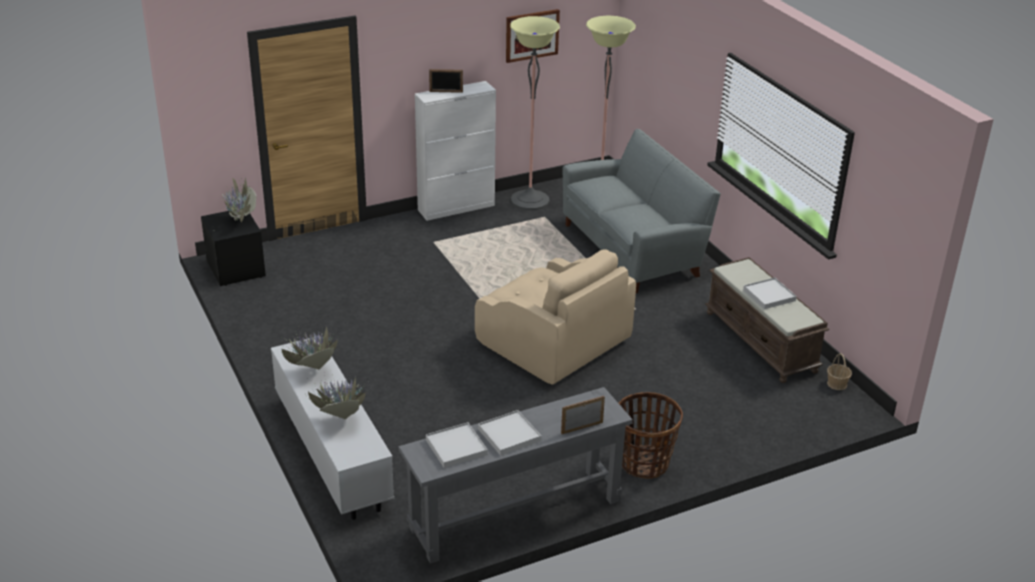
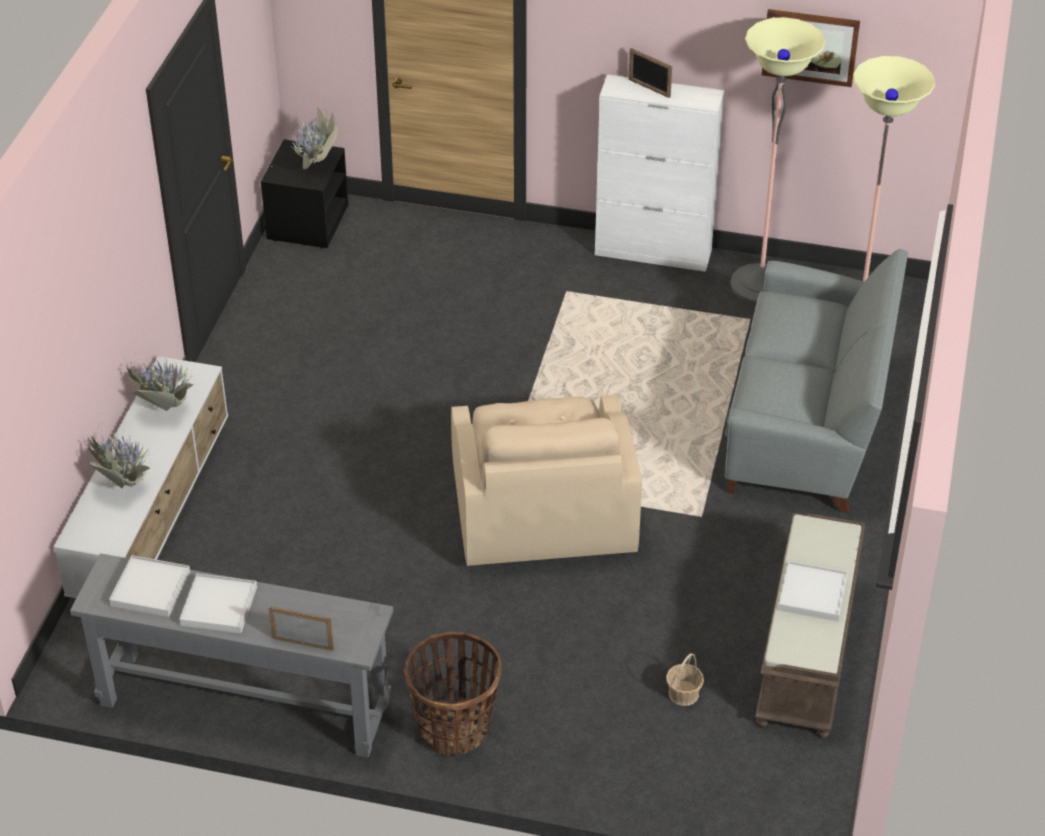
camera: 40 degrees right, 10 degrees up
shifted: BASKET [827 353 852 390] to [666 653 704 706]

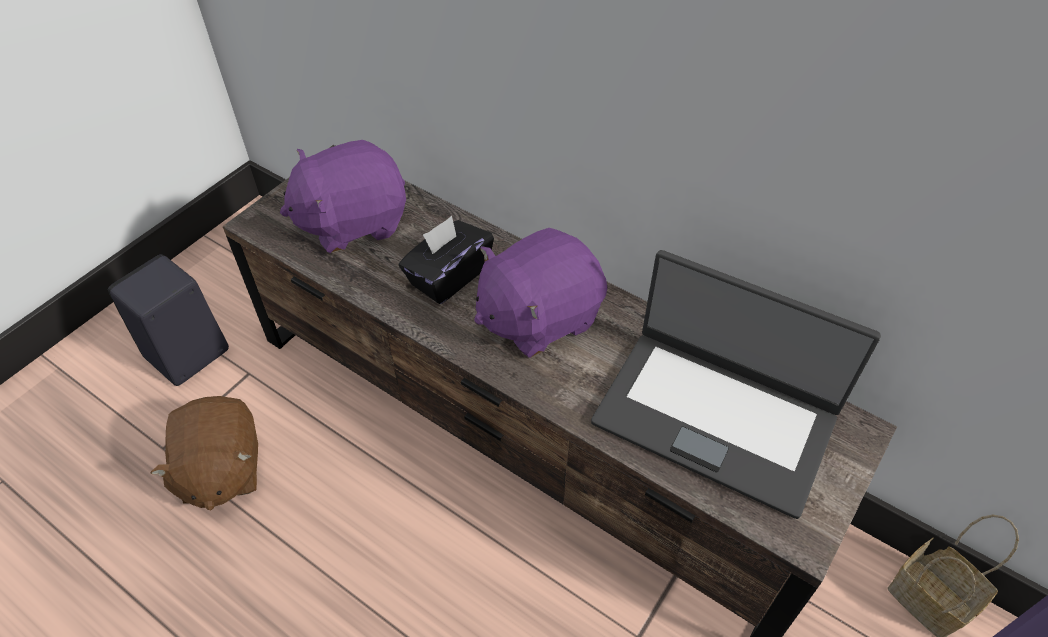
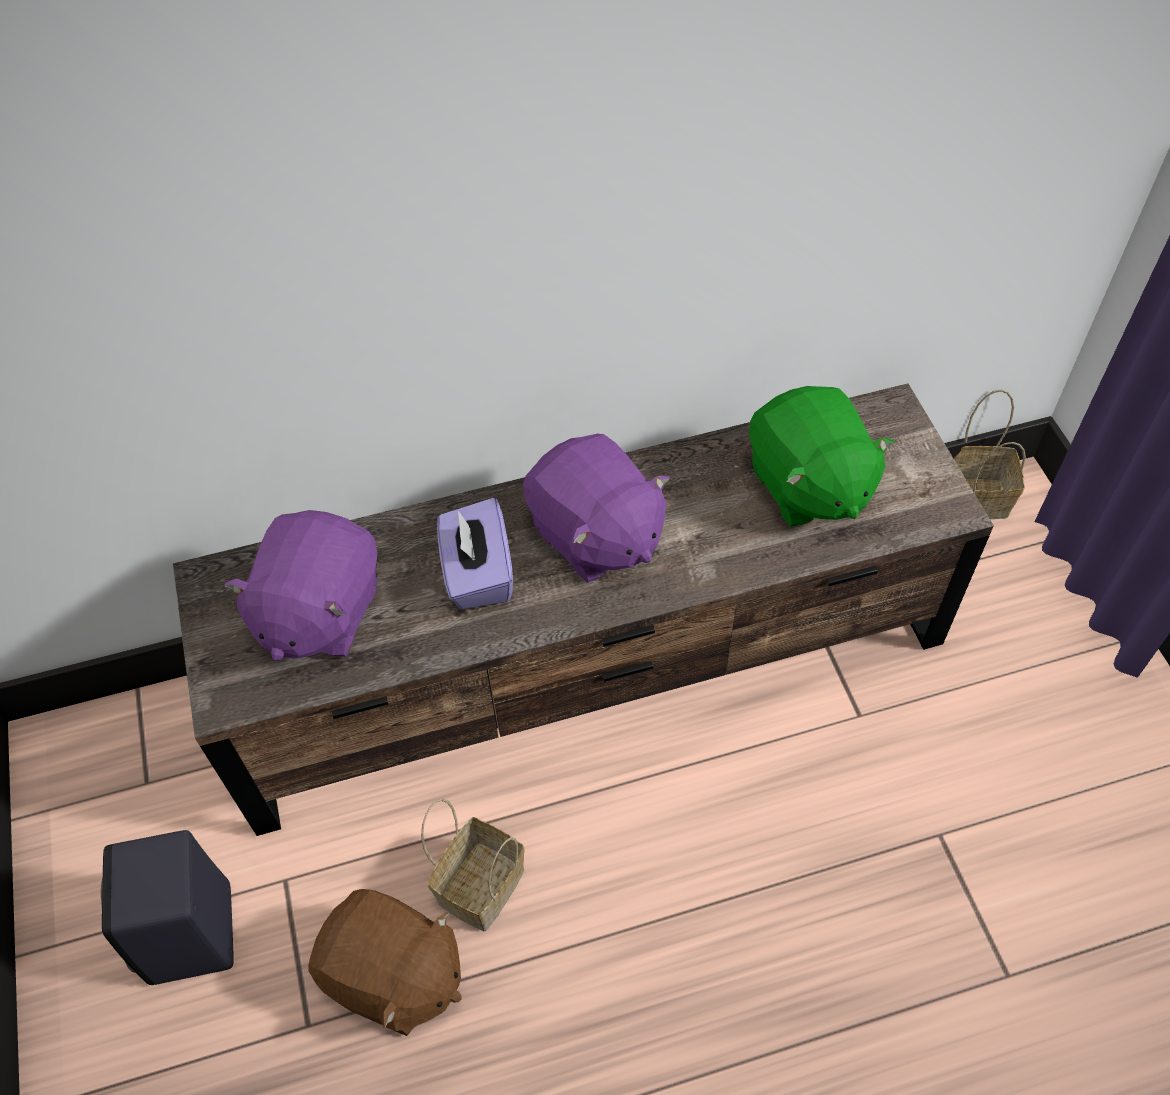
camera: 50 degrees left, 5 degrees up
new: BASKET [421 798 525 931]
swapped: LAPTOP [591 250 881 519] to GREEN PLUSH TOY [749 386 895 526]
repainted: BLACK TISSUE BOX [399 216 494 304] to PURPLE TISSUE BOX [437 498 513 609]
rotated: PURPLE PLUSH TOY [474 228 607 358] = [523 434 670 583] 45 degrees counterclockwise

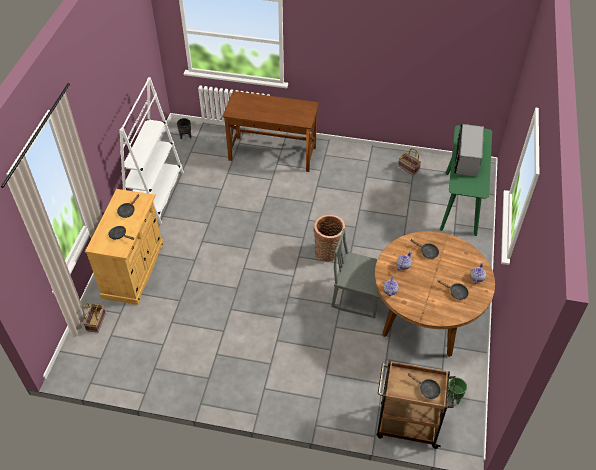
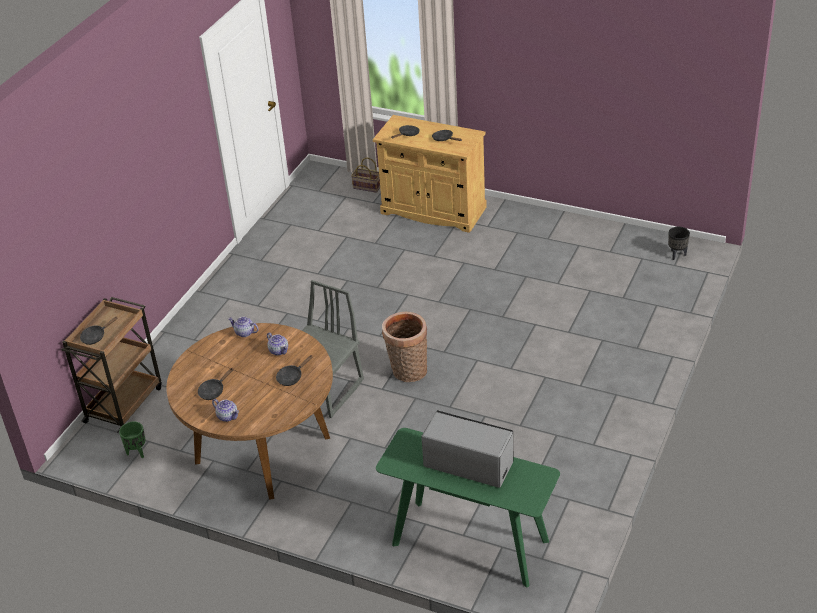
camera: 105 degrees right, 10 degrees down
gone: WHITE BOOKCASE [119 77 184 224]; BROWN DESK [222 91 319 172]; BASKET [398 148 421 175]

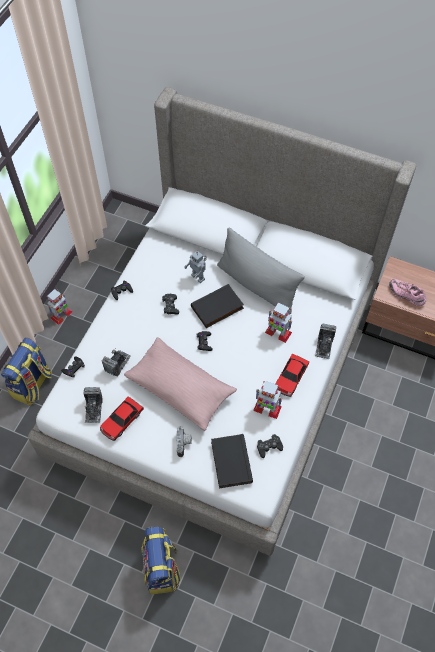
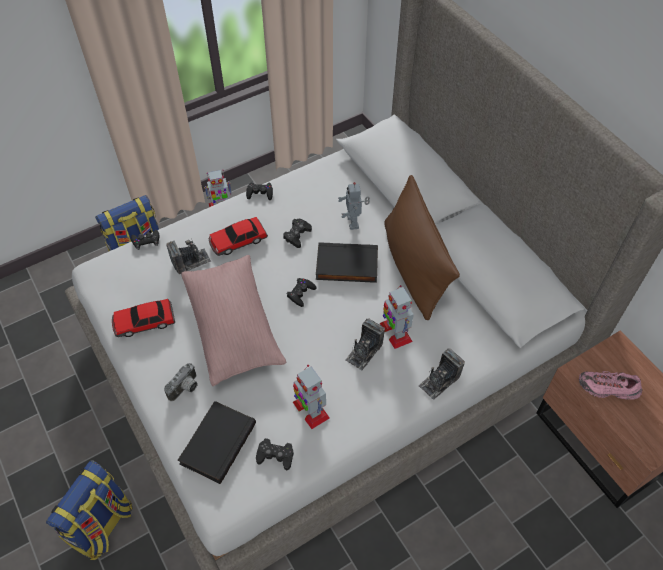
camera: 35 degrees right, 5 degrees down
shifted: TOY CAR [276 354 309 397] to [209 217 268 256]; PHOTO CAMERA [84 387 103 423] to [345 318 385 370]
repainted: GREY PILLOW [217 228 305 314] to BROWN PILLOW [385 175 460 320]
rotated: PINK SHOE [389 279 426 306] = [579 371 642 400] 60 degrees counterclockwise

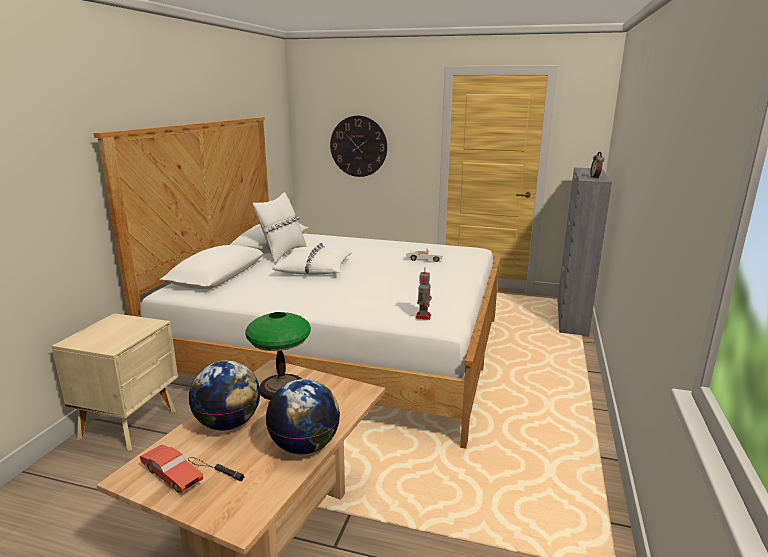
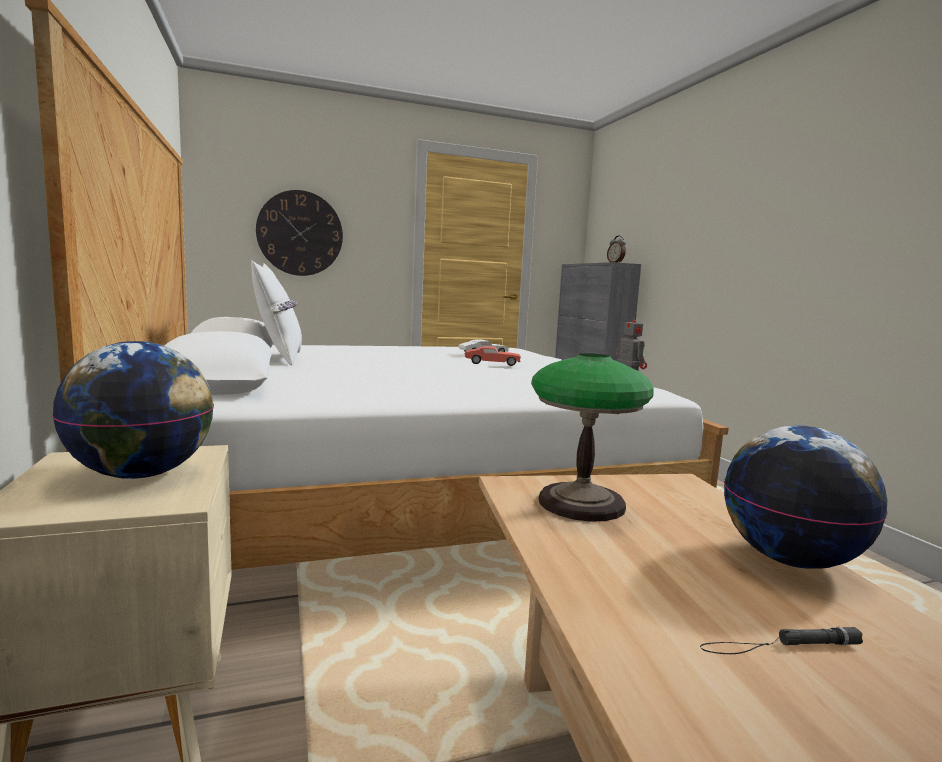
camera: 35 degrees left, 10 degrees down
gone: WHITE PILLOW [272 243 353 275]
shifted: GLOBE [189 361 260 431] to [52 341 214 479]; RED TOY CAR [140 445 203 493] to [464 346 521 366]

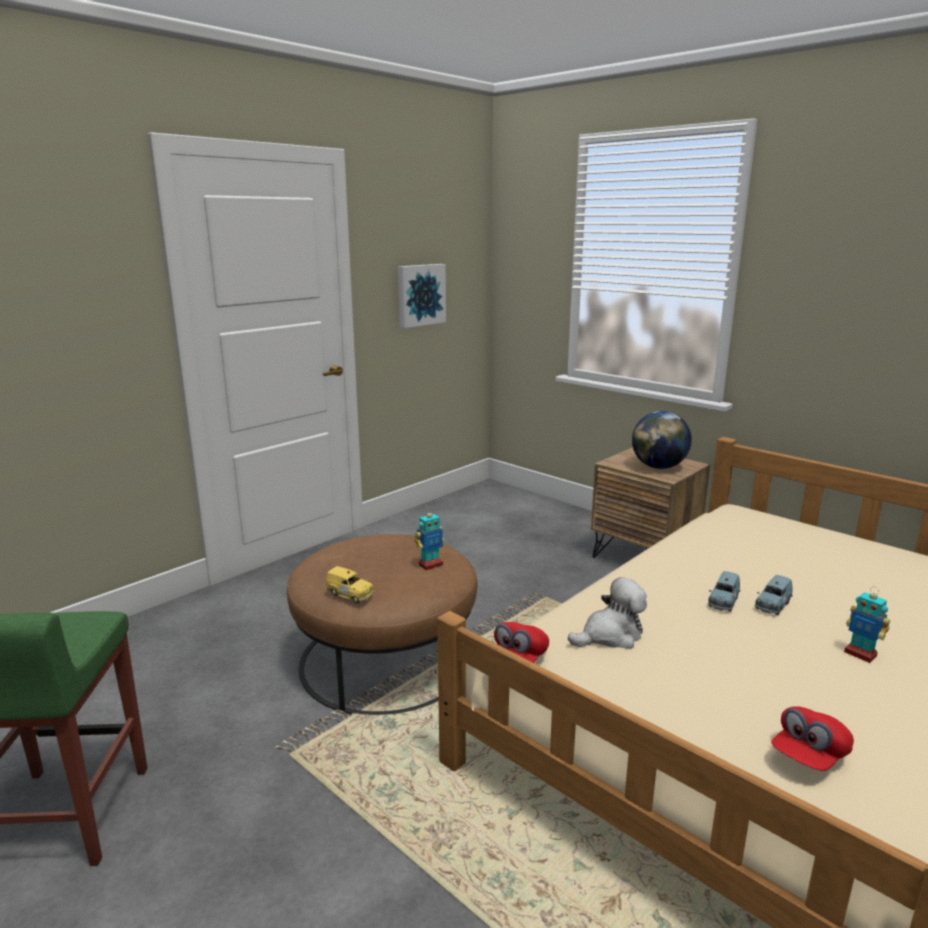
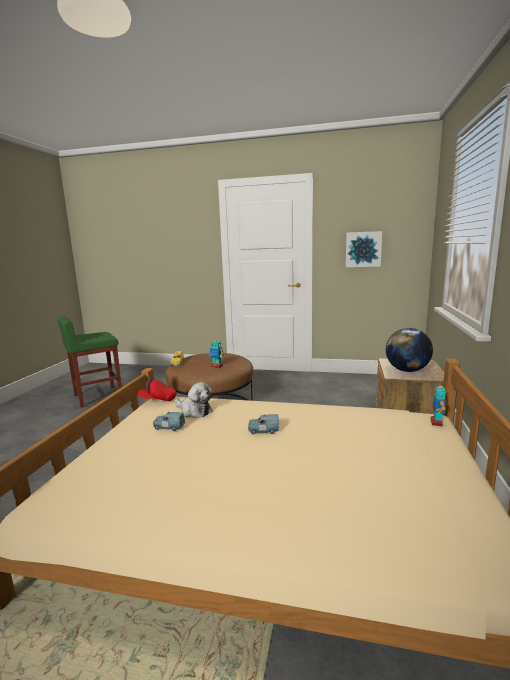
camera: 60 degrees right, 5 degrees down
gone: RED CAP [771 706 854 771]
shifted: BLUE TOY CAR [755 575 793 615] to [153 412 185 431]; TOY ROBOT [844 587 890 663] to [431 382 446 426]

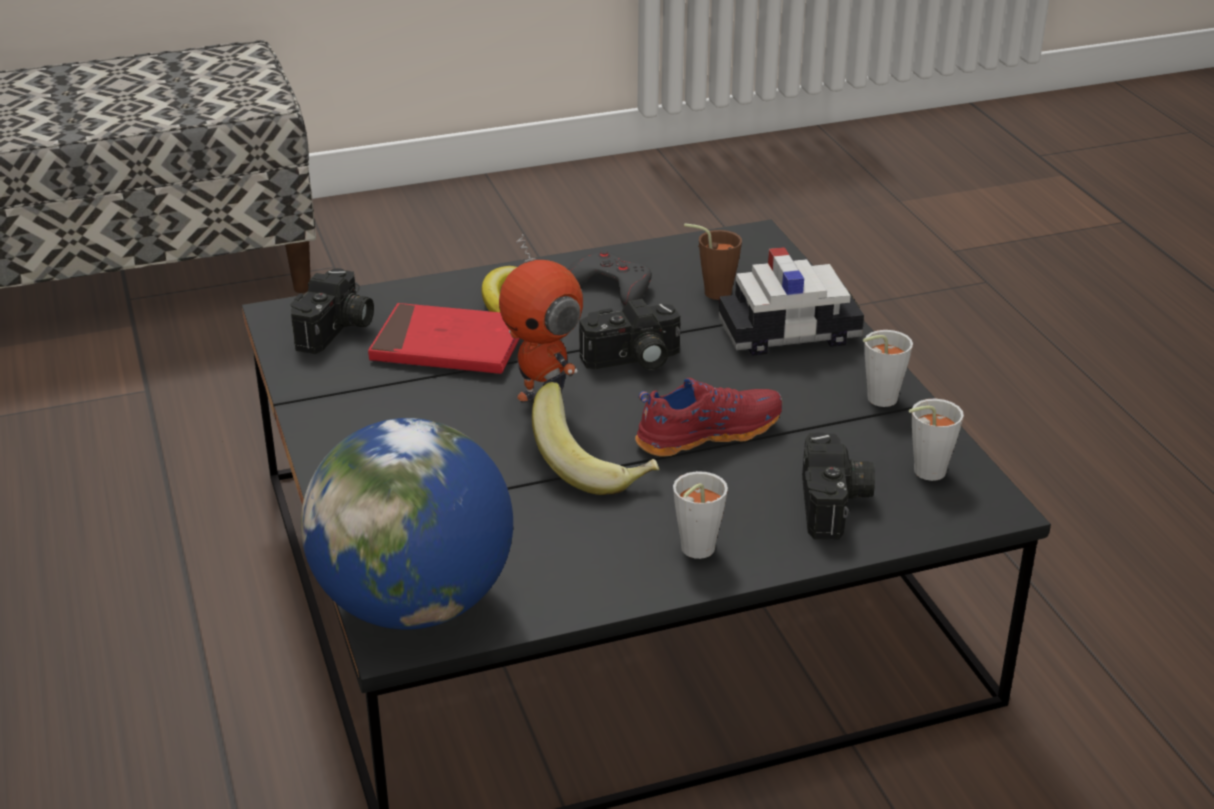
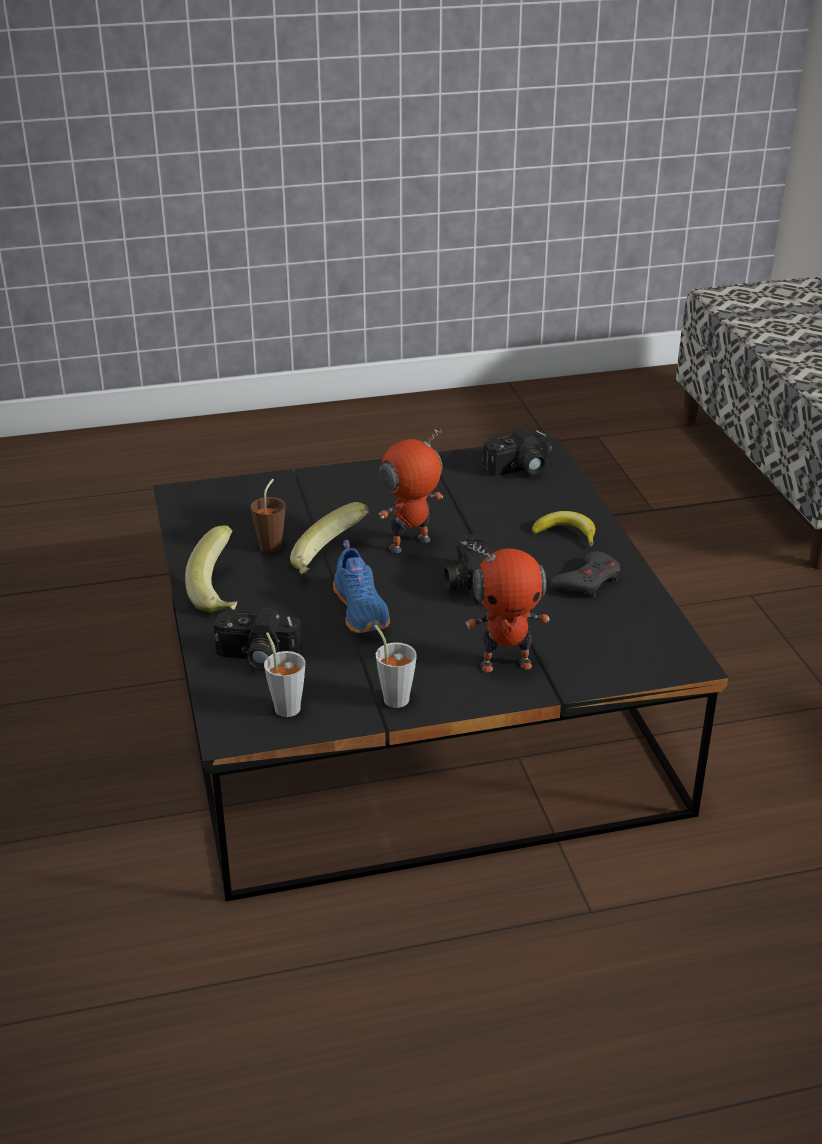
camera: 95 degrees right, 0 degrees up
gone: RED BOOK [368 303 520 374]; GLOBE [301 418 513 630]
shifted: BROWN CUP [684 223 742 300] to [251 479 286 553]
swapped: TOY CAR [719 247 864 356] to TOY ROBOT [466 542 550 672]; GREY CUP [673 471 728 559] to BANANA [185 525 237 613]
repainted: RED SHOE [635 378 782 457] to BLUE SHOE [333 540 390 633]
rotated: PHOTO CAMERA [291 268 374 354] = [483 427 552 476] 45 degrees counterclockwise

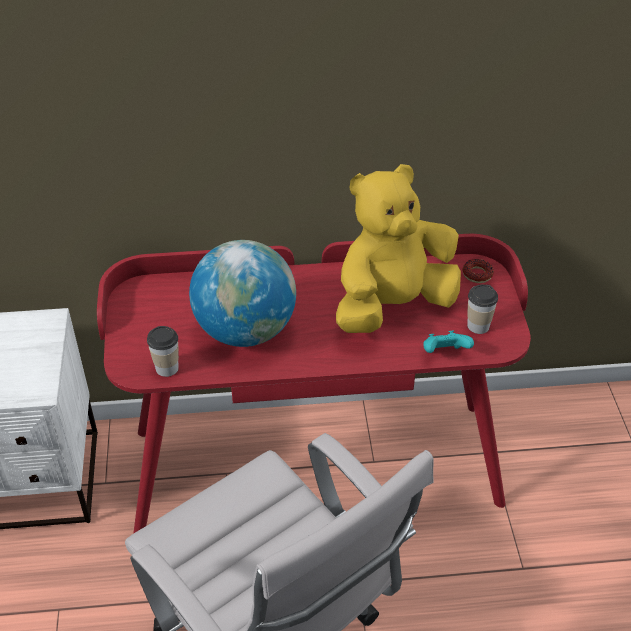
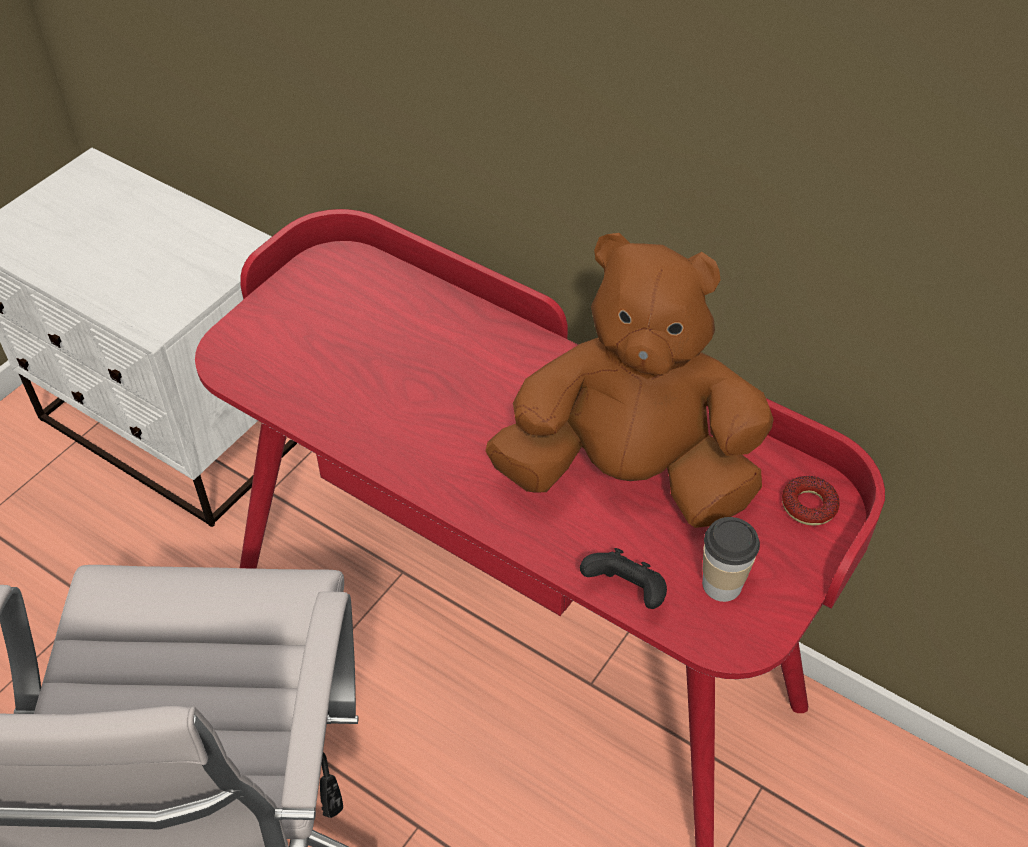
camera: 40 degrees right, 5 degrees up
gone: GLOBE [189 240 296 347]; CUP [147 326 179 377]
repainted: YELLOW PLUSH TOY [336 164 461 333] to BROWN PLUSH TOY [486 233 774 528]; TURQUOISE GAME CONTROLLER [423 331 474 353] to BLACK GAME CONTROLLER [580 548 667 609]

